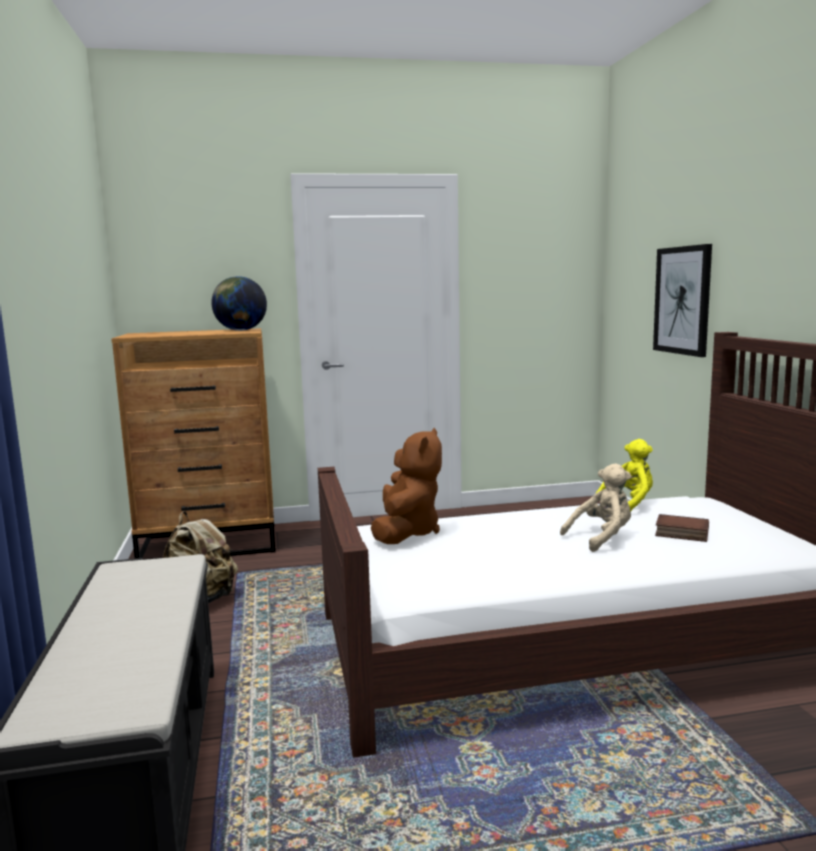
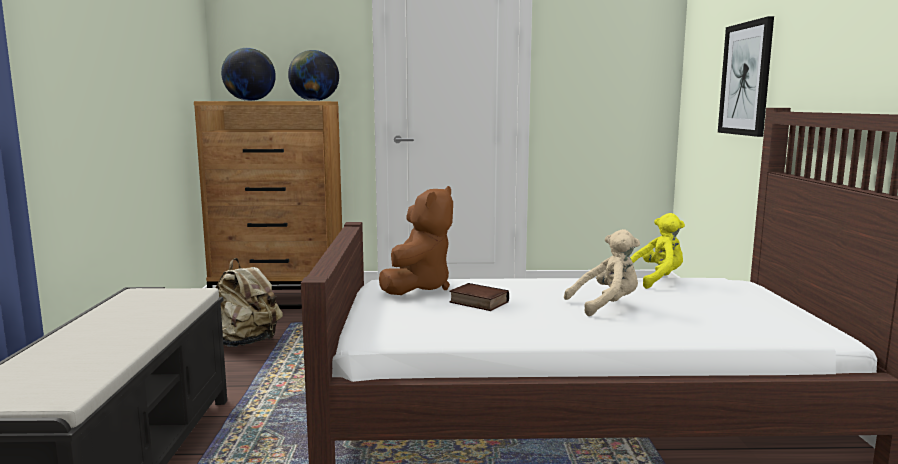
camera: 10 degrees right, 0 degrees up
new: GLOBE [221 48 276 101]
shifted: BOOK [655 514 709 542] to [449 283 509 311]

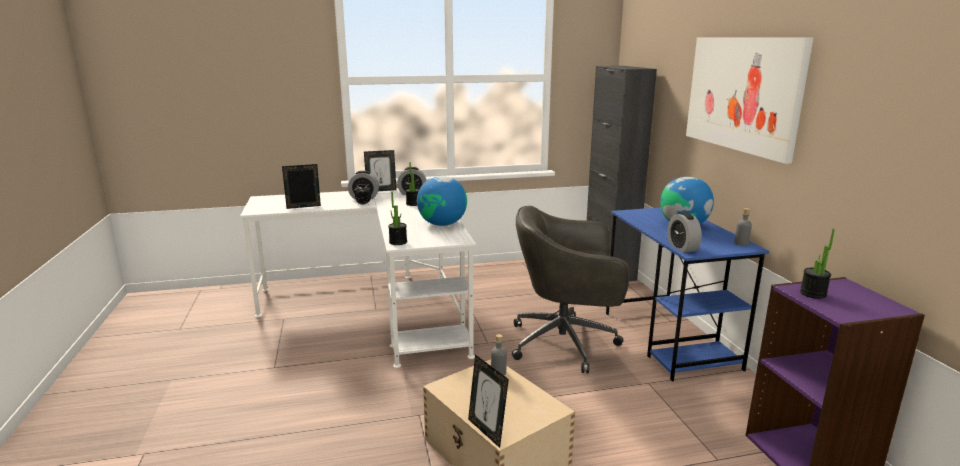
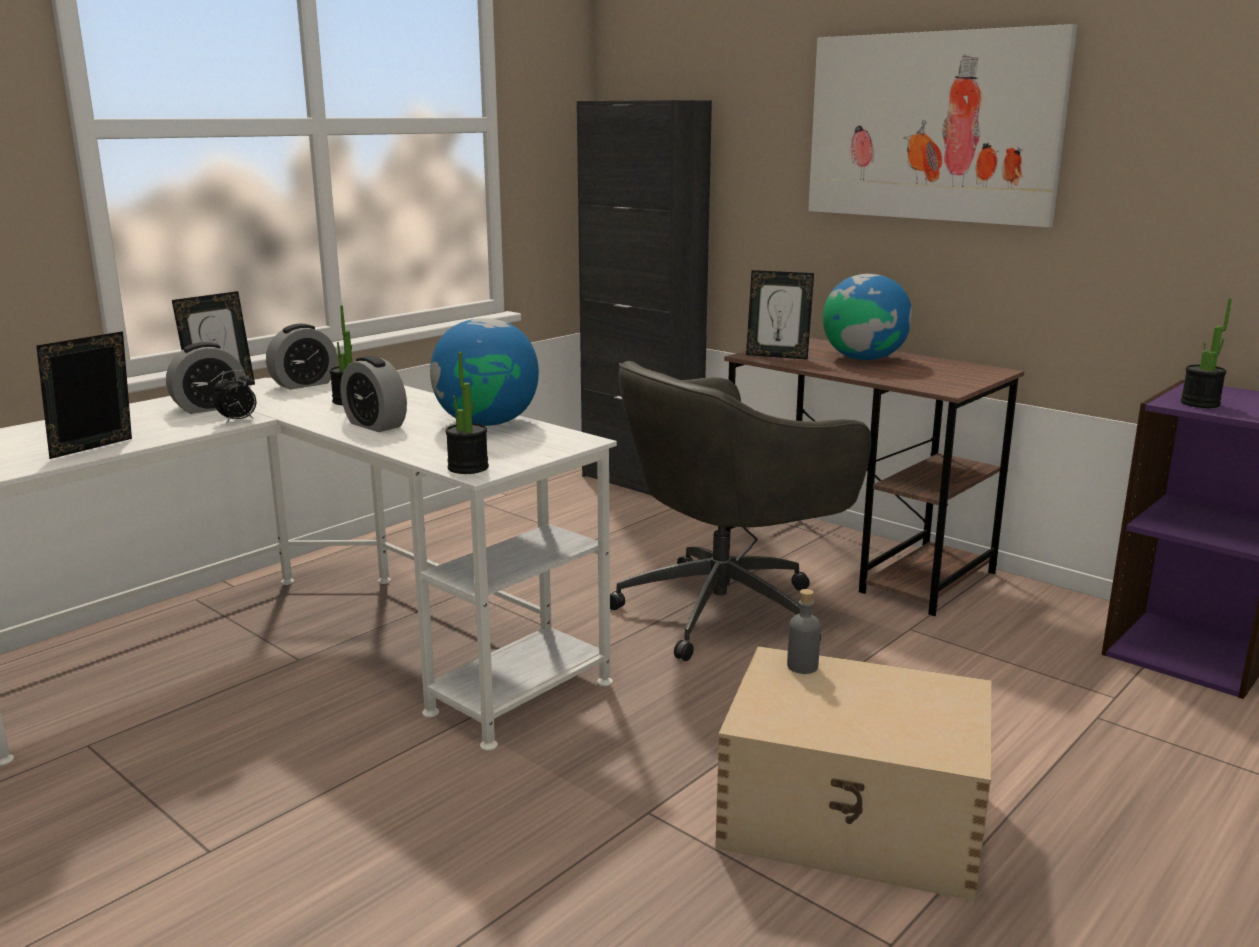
camera: 35 degrees left, 0 degrees up
gone: GREY BOTTLE [734 208 752 246]
shifted: ALARM CLOCK [668 212 702 253] to [341 356 407 432]; PICTURE FRAME [468 355 509 448] to [746 270 814 360]
repainted: BLUE DESK [606 207 769 381] to BROWN DESK [724 338 1024 616]

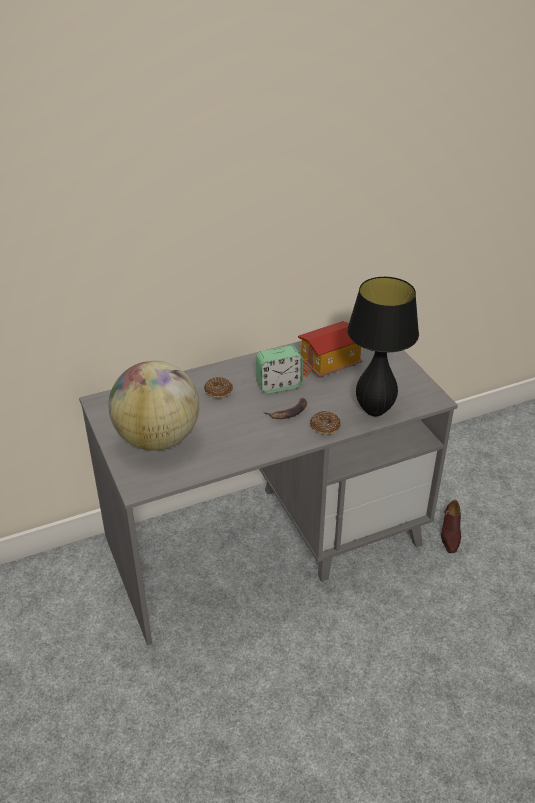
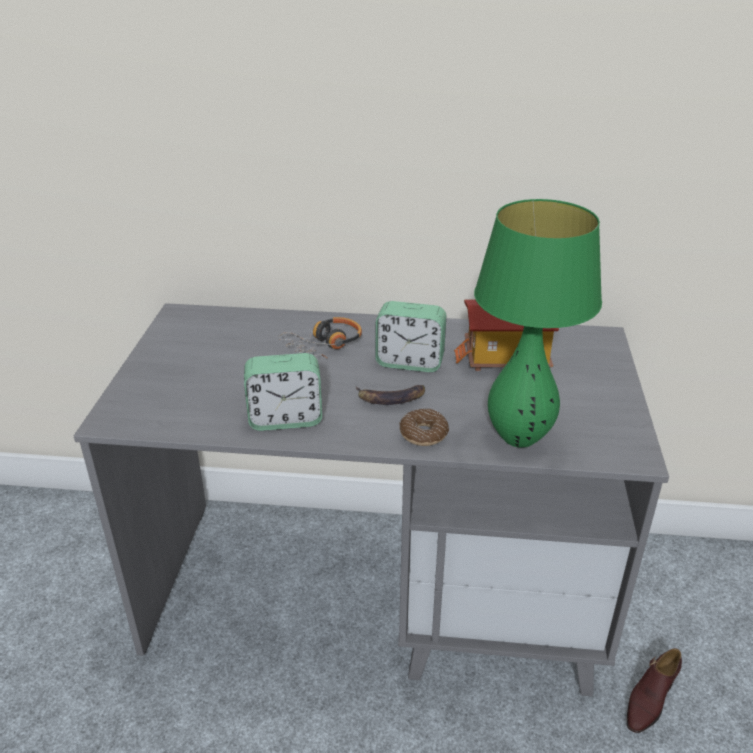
camera: 30 degrees right, 5 degrees down
gone: GLOBE [109 361 199 451]
new: ALARM CLOCK [244 353 322 431]
swapped: DONUT [204 377 233 398] to HEADPHONES [278 317 362 359]
repainted: BLACK TABLE LAMP [347 277 419 416] to GREEN TABLE LAMP [474 199 602 448]

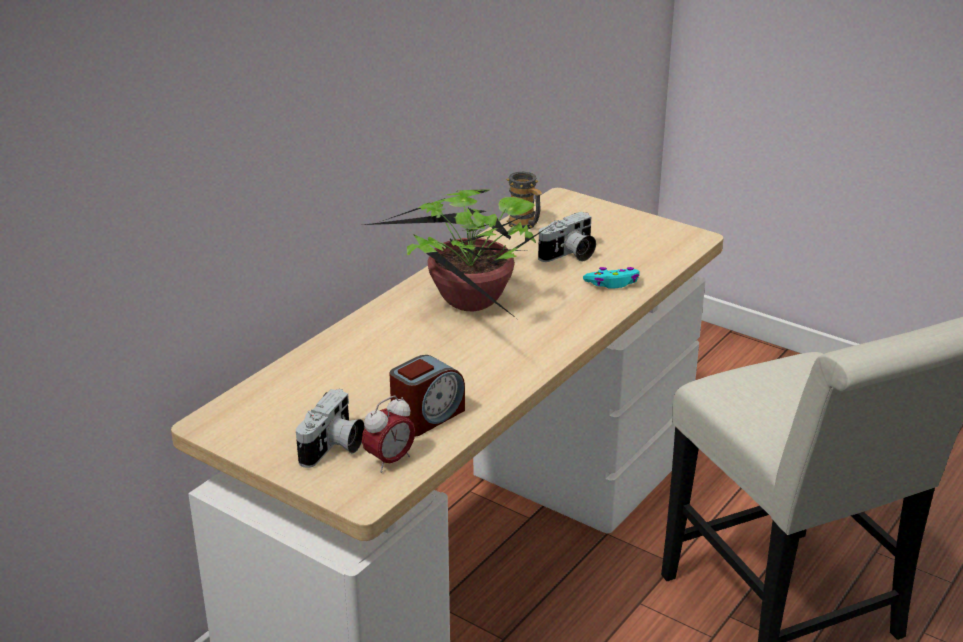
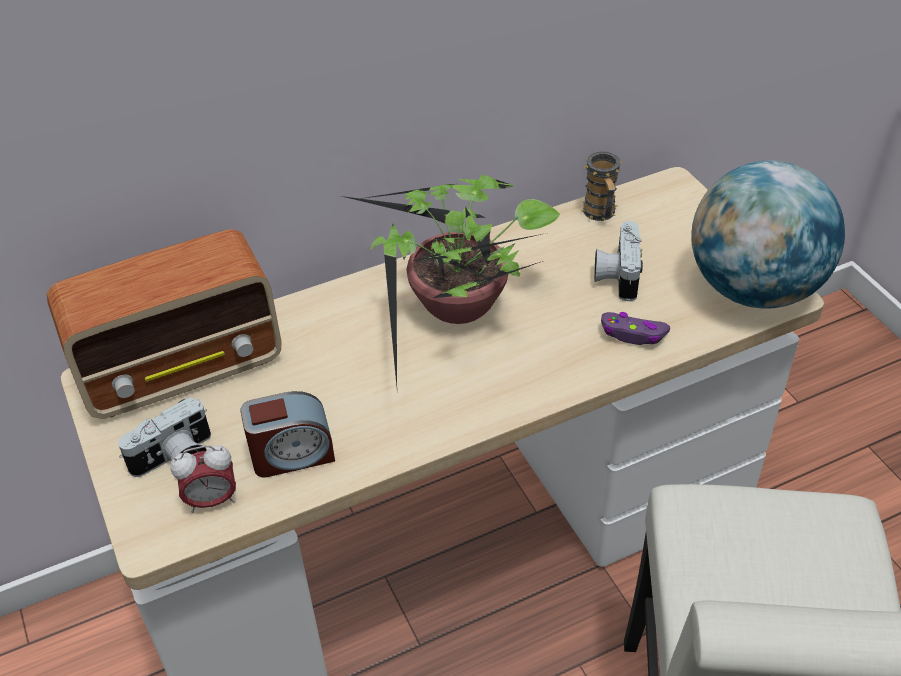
camera: 30 degrees right, 15 degrees up
new: GLOBE [691 160 845 309]; RADIO [47 229 282 419]
repainted: TURQUOISE GAME CONTROLLER [583 267 640 289] to PURPLE GAME CONTROLLER [601 312 670 345]
rotated: PHOTO CAMERA [538 212 596 262] = [594 221 643 301] 105 degrees clockwise

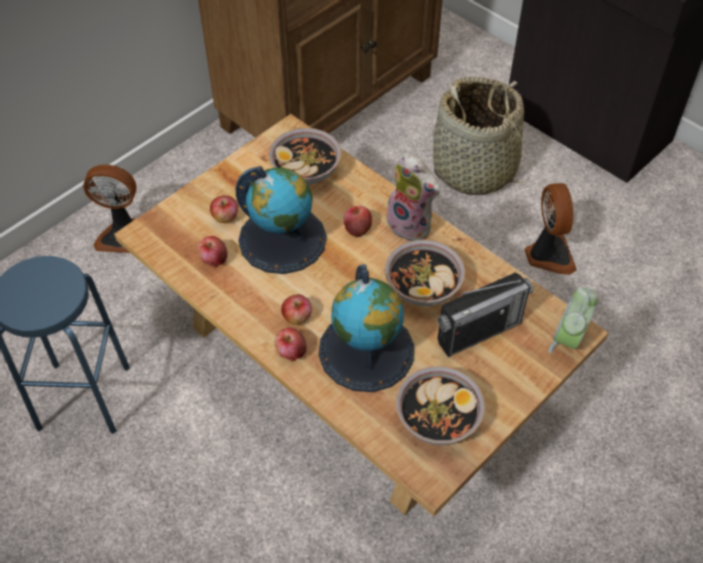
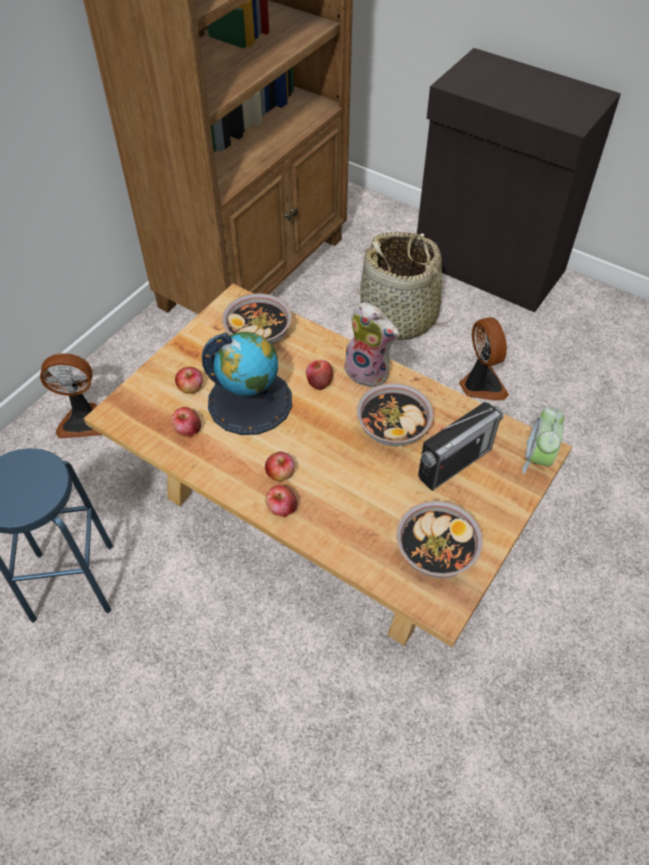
camera: 10 degrees left, 0 degrees up
gone: GLOBE [319 264 414 392]

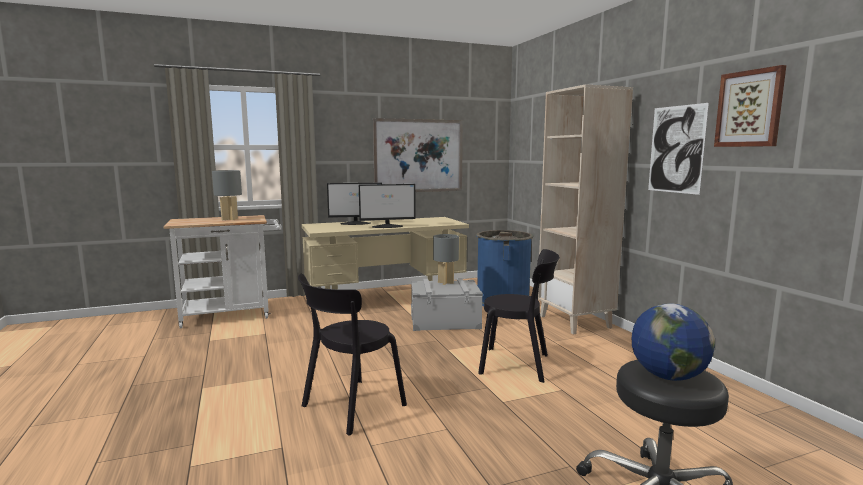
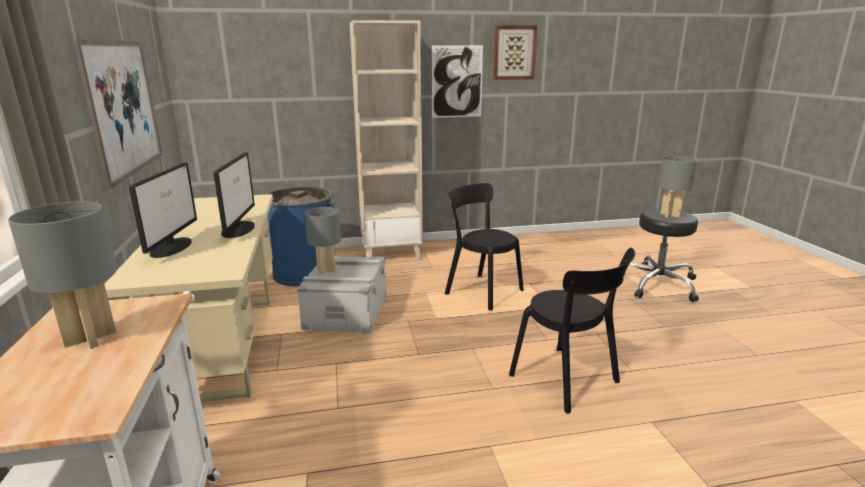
camera: 80 degrees left, 10 degrees up
swapped: GLOBE [632 304 715 381] to GREY TABLE LAMP [658 156 697 218]
rotated: BLACK CHAIR [478 249 560 383] = [445 183 524 311] 75 degrees counterclockwise

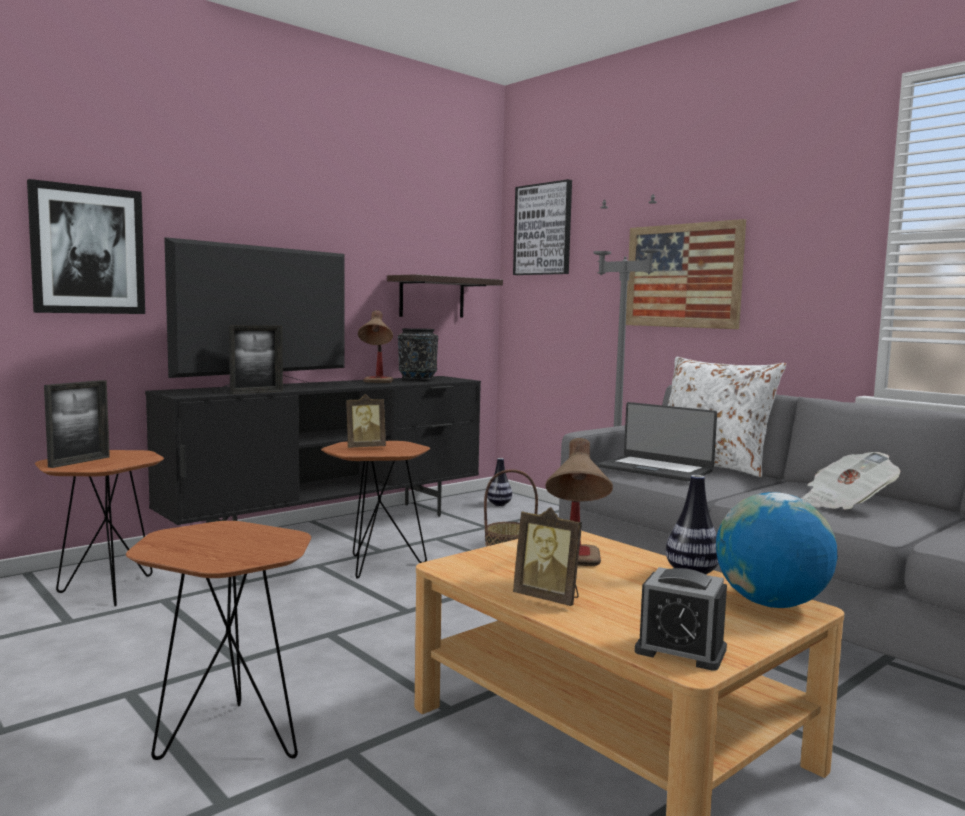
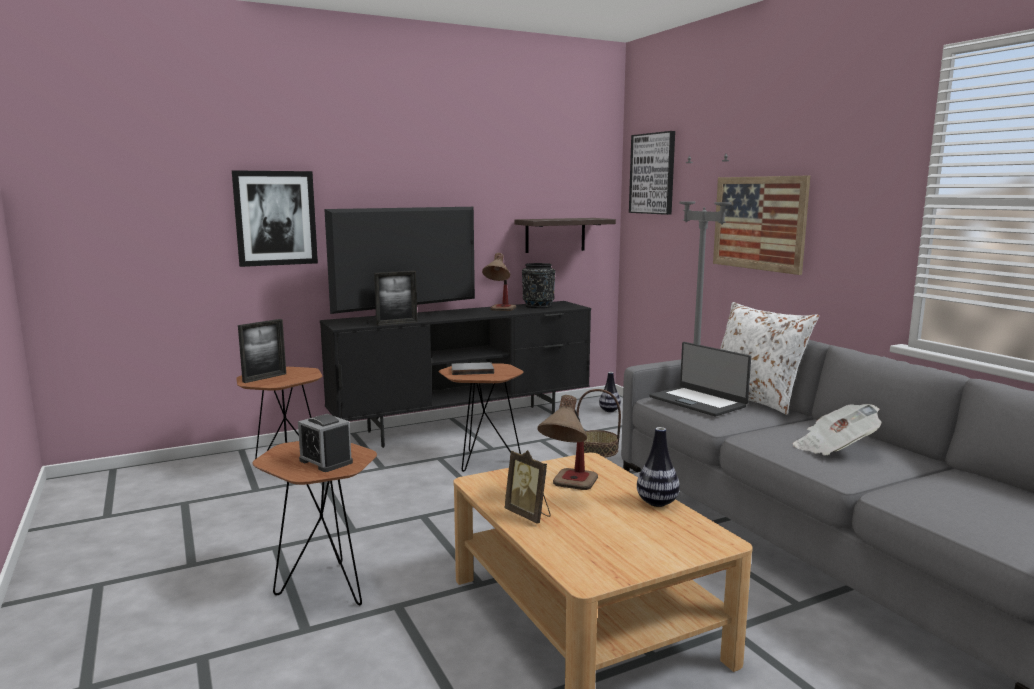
camera: 15 degrees right, 5 degrees up
gone: GLOBE [716 492 838 608]
shifted: ALARM CLOCK [635 567 727 671] to [298 414 353 472]
swapped: PICTURE FRAME [346 394 386 448] to GREY BOOK [451 362 494 375]

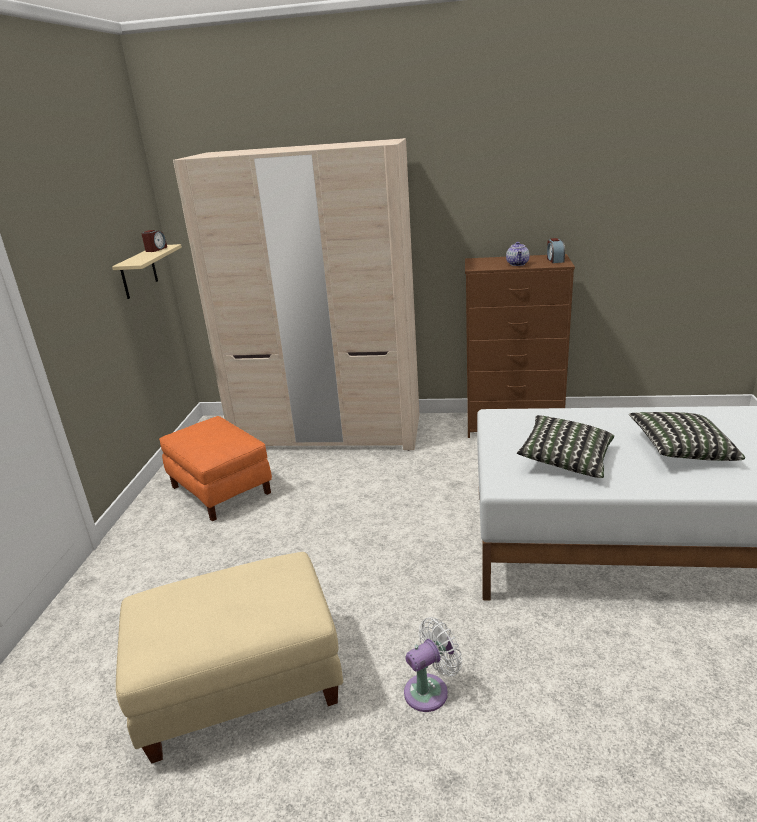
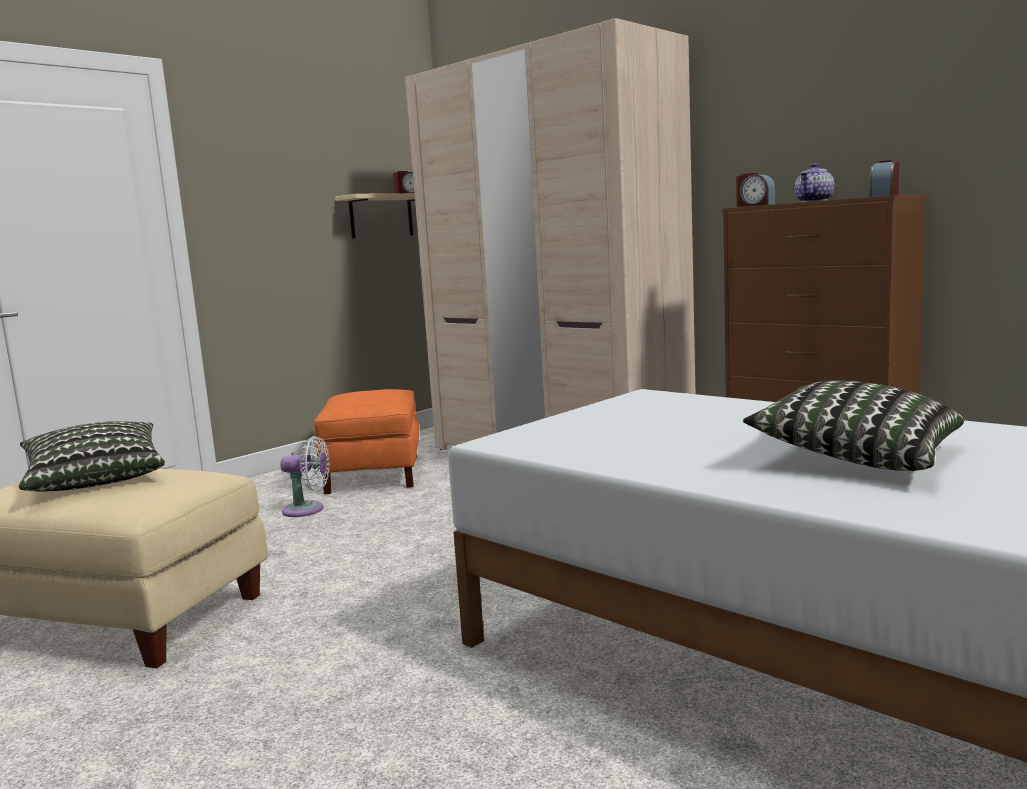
camera: 35 degrees right, 15 degrees down
new: ALARM CLOCK [736 173 776 207]
shifted: PILLOW [517 415 614 478] to [19 421 165 492]; WHITE FAN [404 617 462 712] to [280 436 330 517]

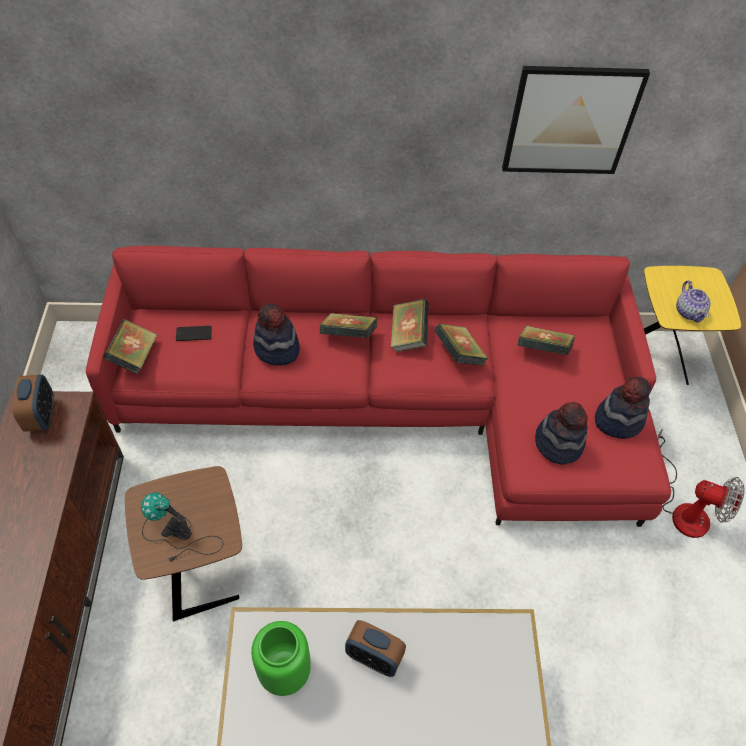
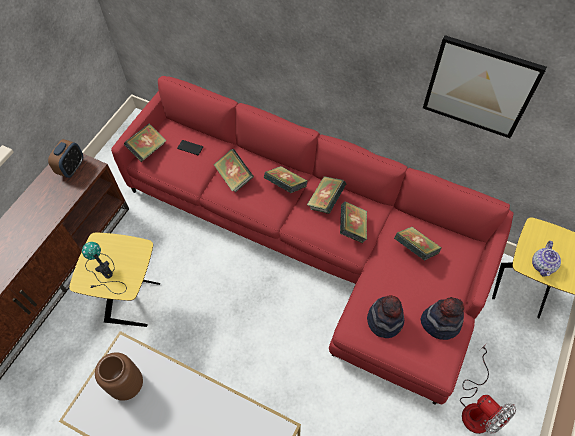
camera: 30 degrees right, 5 degrees up
gone: ALARM CLOCK [345 620 406 677]
swapped: HAT [253 304 300 366] to BOOK [214 149 254 192]
repainted: BROWN SIDE TABLE [125 466 242 622] to YELLOW SIDE TABLE [69 232 160 327]; GREEN VASE [251 621 311 696] to BROWN VASE [95 352 143 401]

